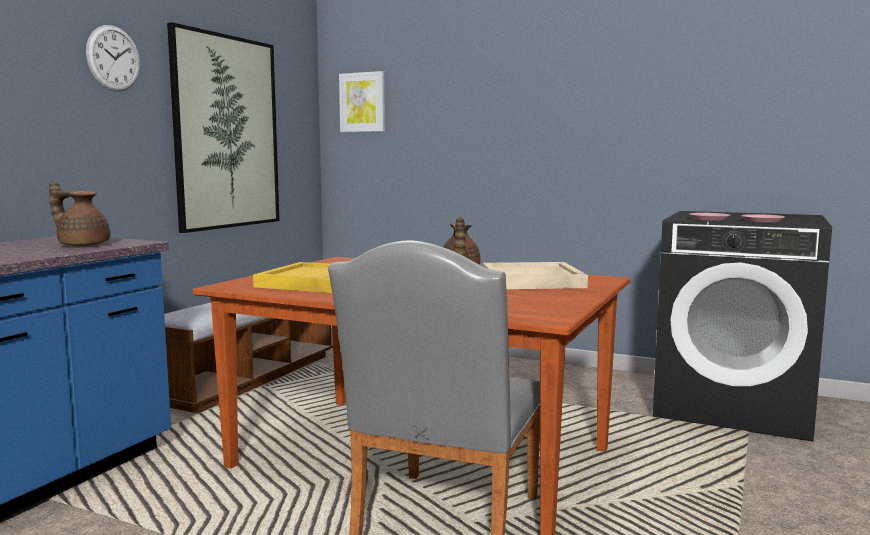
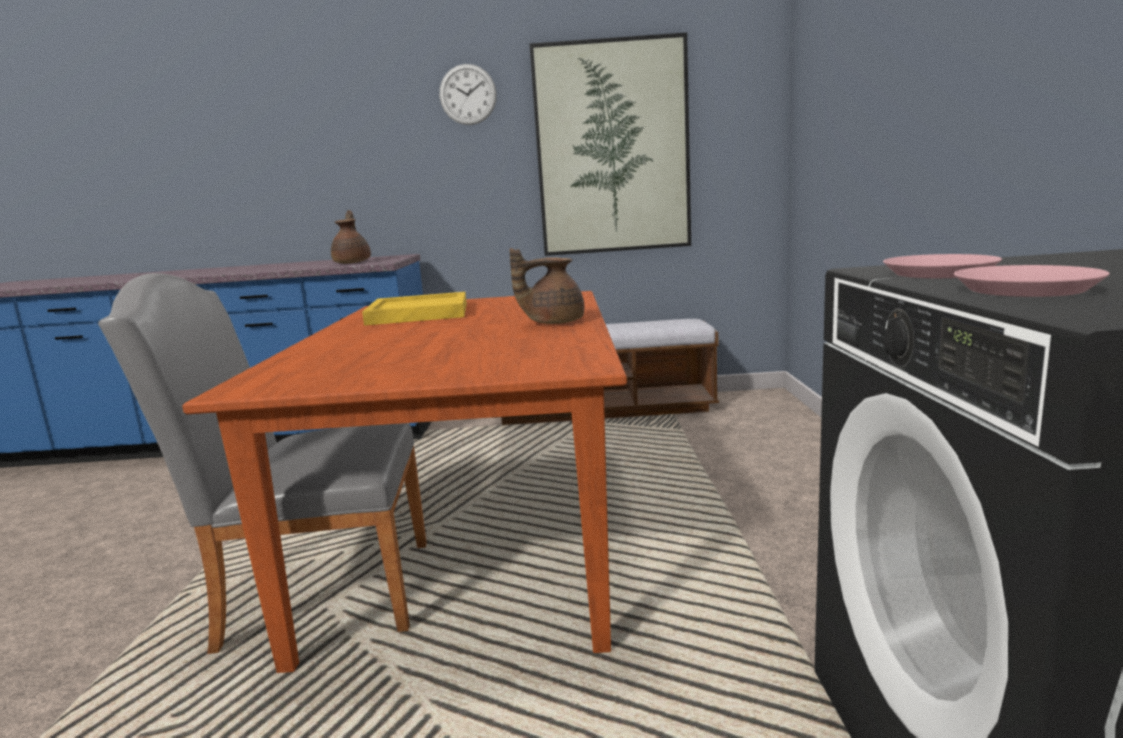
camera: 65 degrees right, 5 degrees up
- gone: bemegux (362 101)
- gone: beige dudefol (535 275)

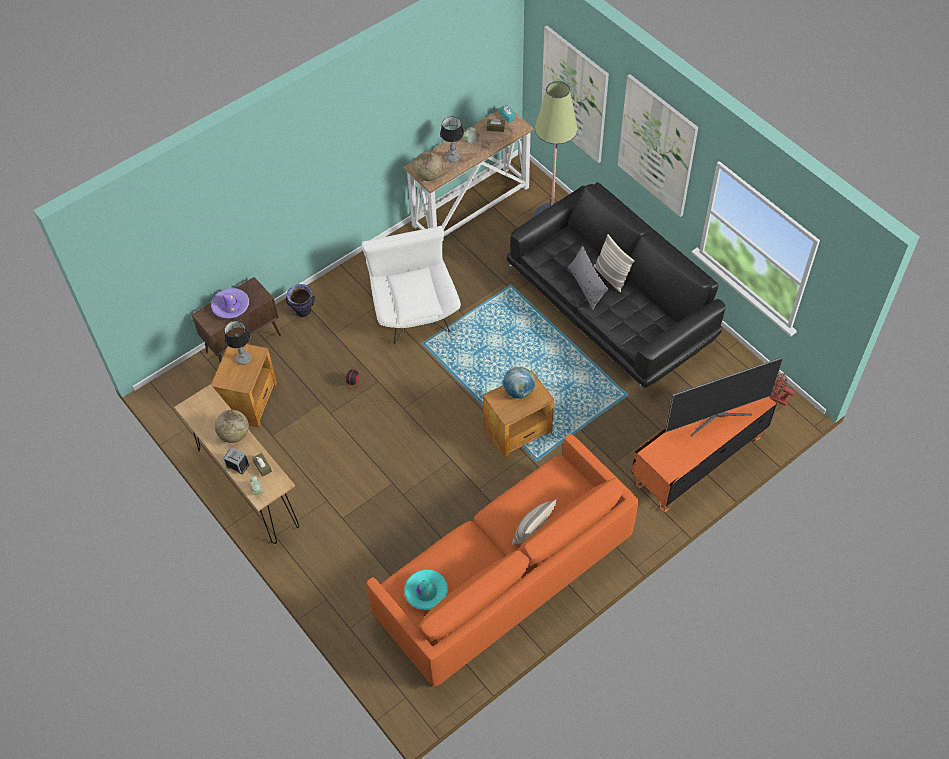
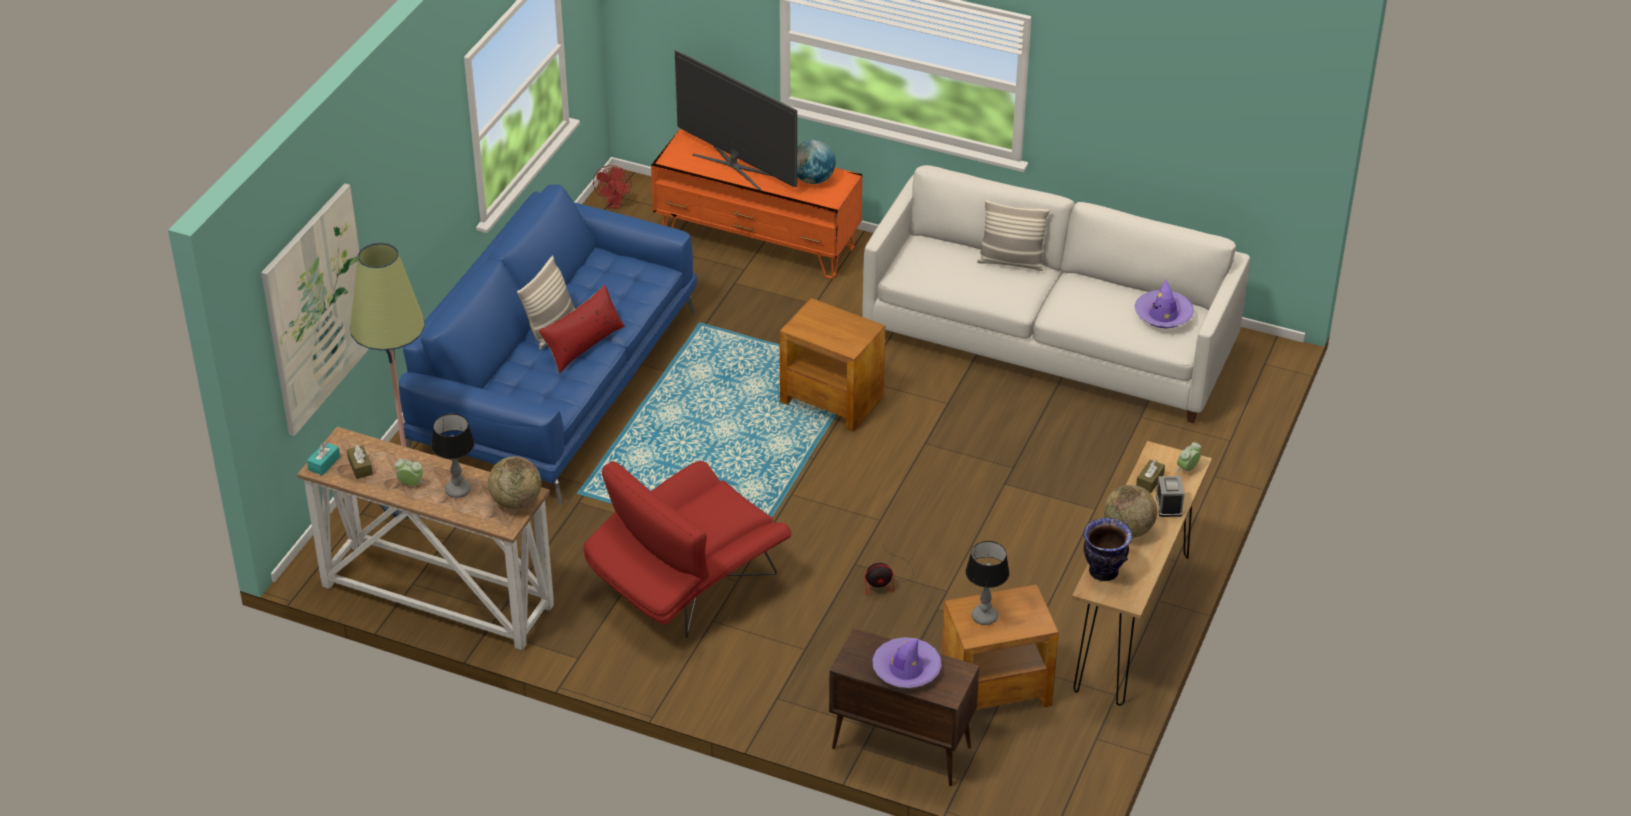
camera: 120 degrees left, 15 degrees down
- shifted: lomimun (300 300) to (1108 549)
- repainted: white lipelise (411 285) to red lipelise (687 549)
- repainted: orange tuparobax (502 560) to white tuparobax (1056 294)
- repainted: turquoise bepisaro (426 589) to purple bepisaro (1164 304)
- shifted: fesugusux (519 383) to (816 162)
- repainted: black tuparobax (616 289) to blue tuparobax (548 344)
- repainted: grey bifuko (588 278) to red bifuko (582 328)
- gone: bemegux (658 145)

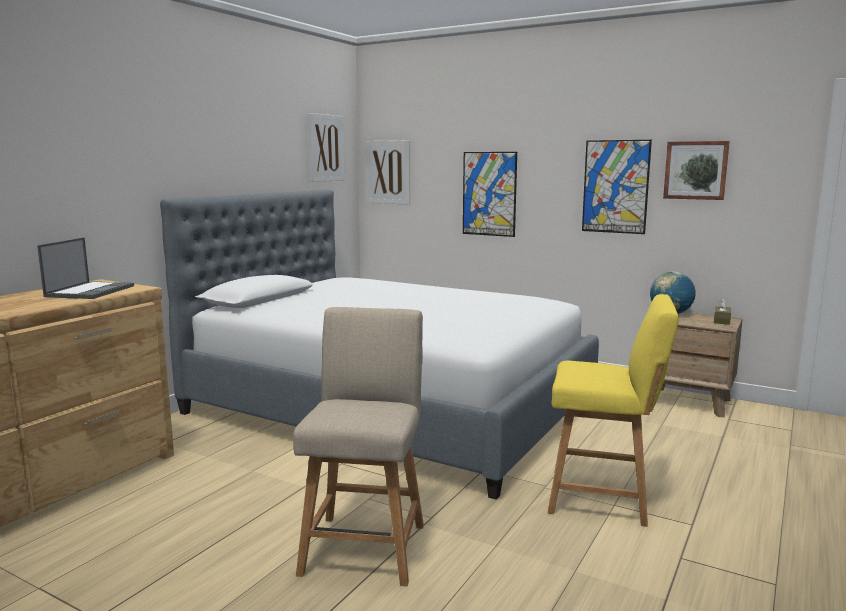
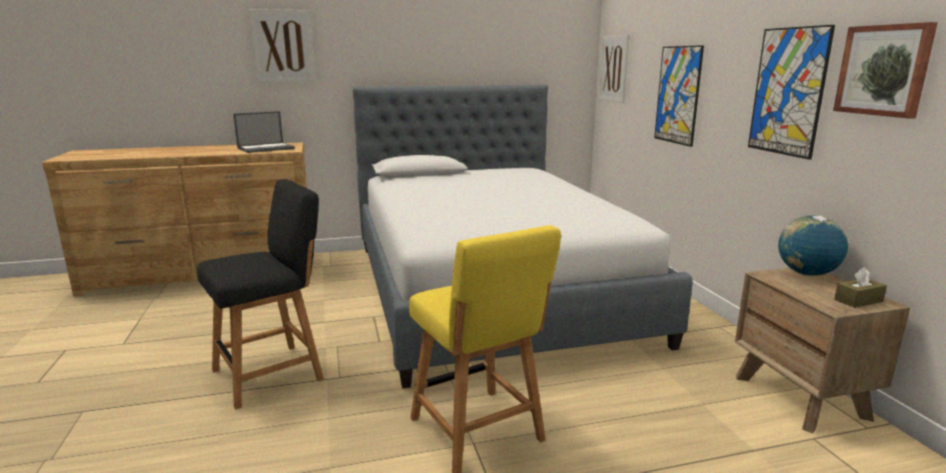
camera: 45 degrees right, 5 degrees up
- repainted: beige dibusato (358 446) to black dibusato (260 294)
- shifted: bemegux (326 147) to (282 45)

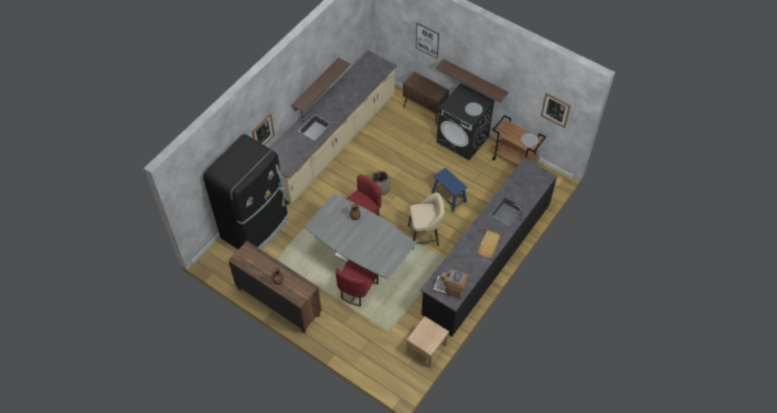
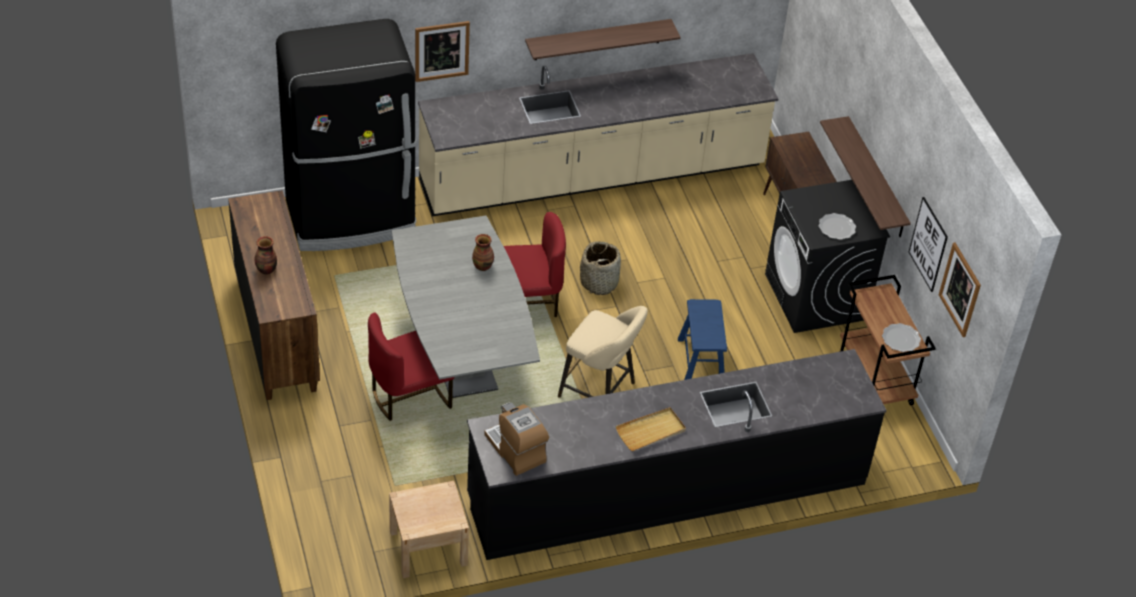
camera: 35 degrees right, 10 degrees down
- shifted: bemegux (427 40) to (928 244)

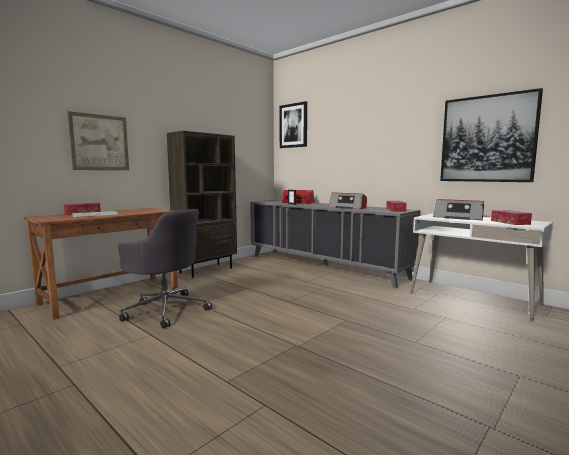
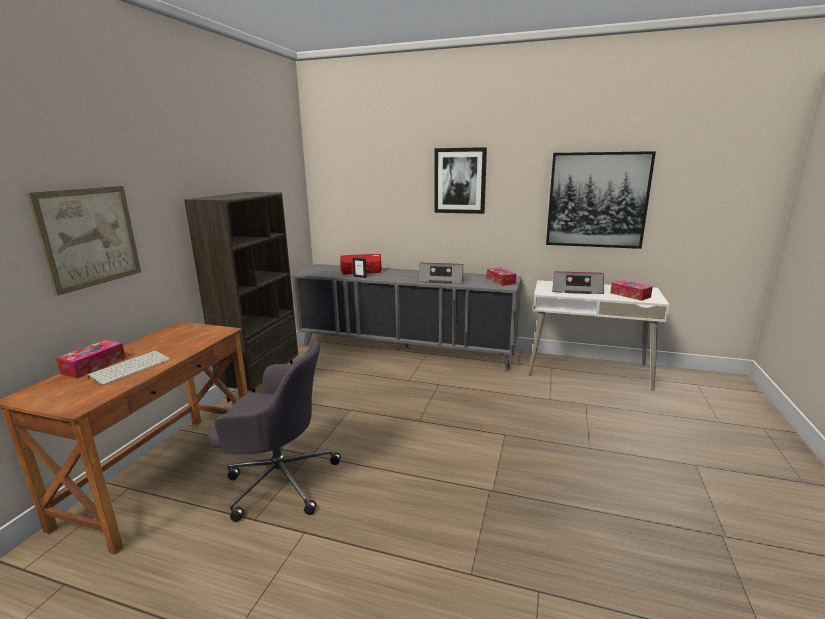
camera: 25 degrees left, 10 degrees up
- shifted: bemegux (293 124) to (460 180)

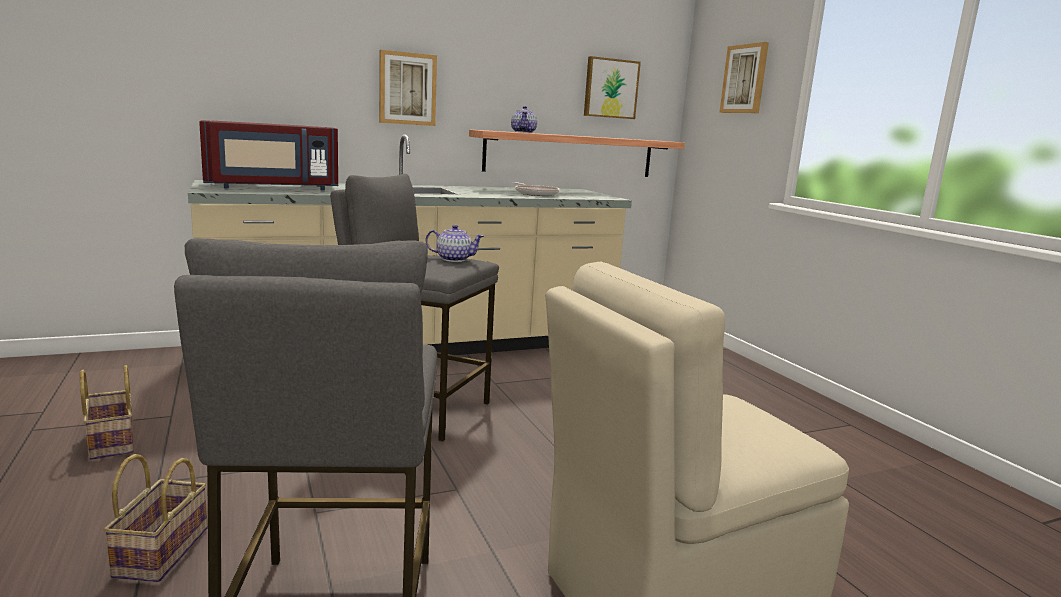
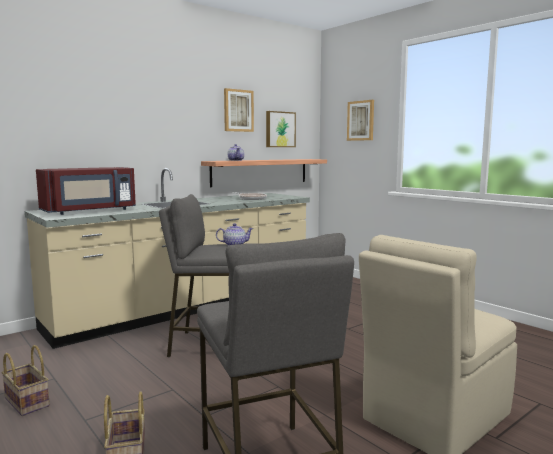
camera: 15 degrees left, 5 degrees down
- shifted: bemegux (408 88) to (239 110)

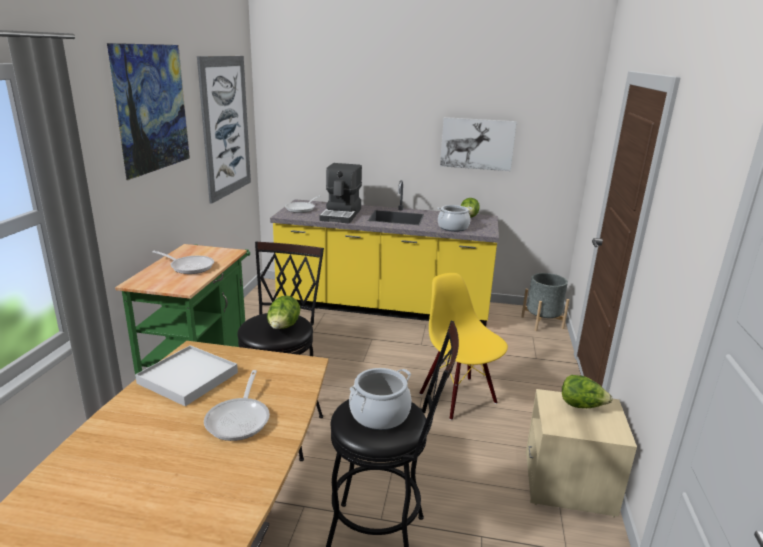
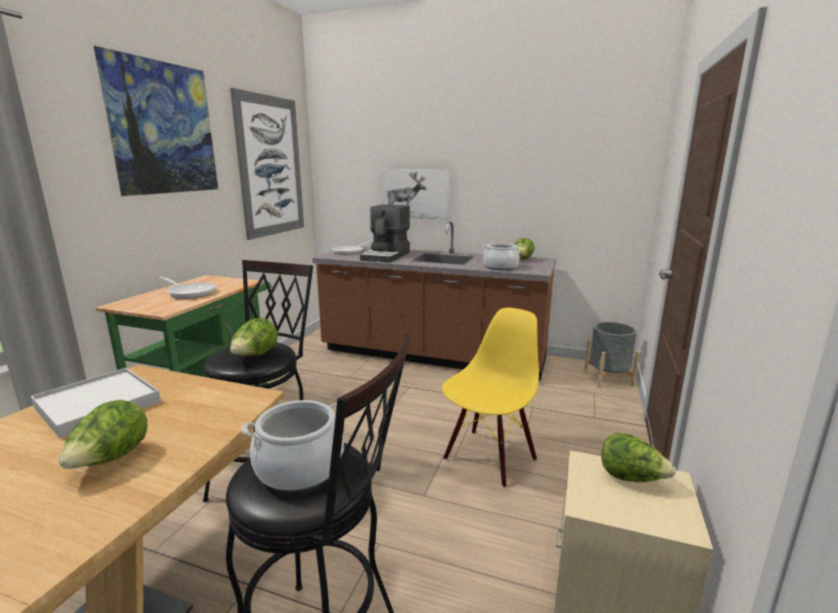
camera: 10 degrees right, 5 degrees down
- swapped: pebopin (237 405) to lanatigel (103 434)
- repainted: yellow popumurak (384 253) to brown popumurak (434 301)
- rotated: yellow dibusato (464 346) = (490 398) 60 degrees clockwise
- shifted: bemegux (478 144) to (416 194)

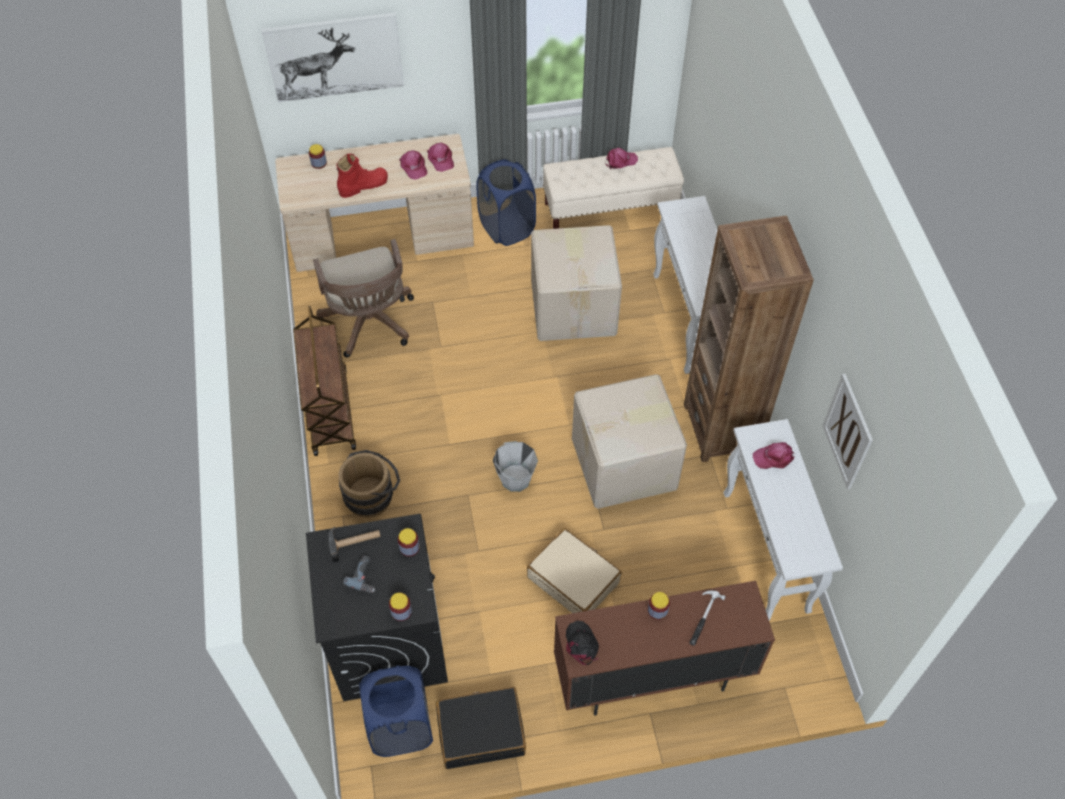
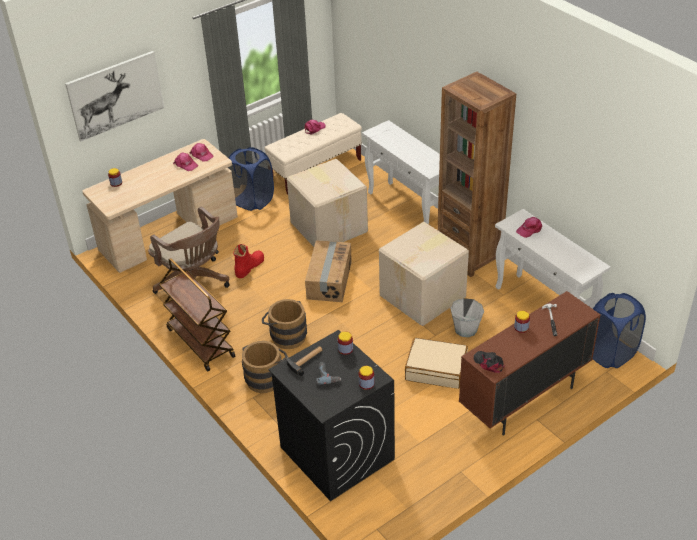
camera: 25 degrees left, 15 degrees down
- shifted: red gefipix (362 176) to (248 261)
- shifted: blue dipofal (396 711) to (619 330)
- gone: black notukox (481 728)
- shifted: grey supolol (515 466) to (467 317)
- gone: bemegux (847 432)
- new: brown supolol (284 324)
- new: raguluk (328 271)

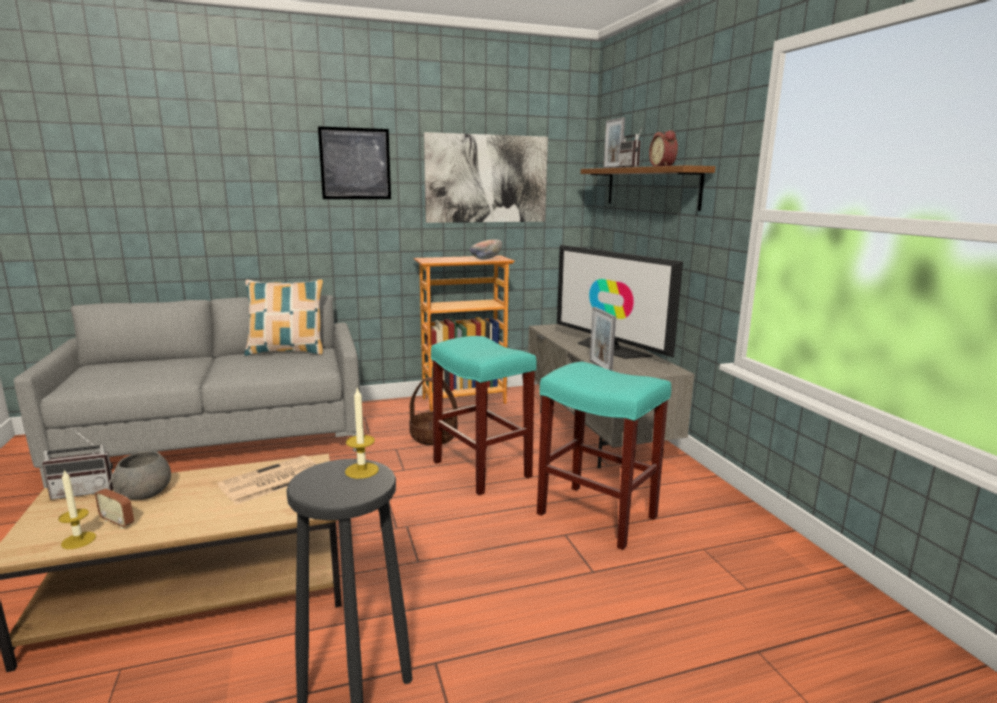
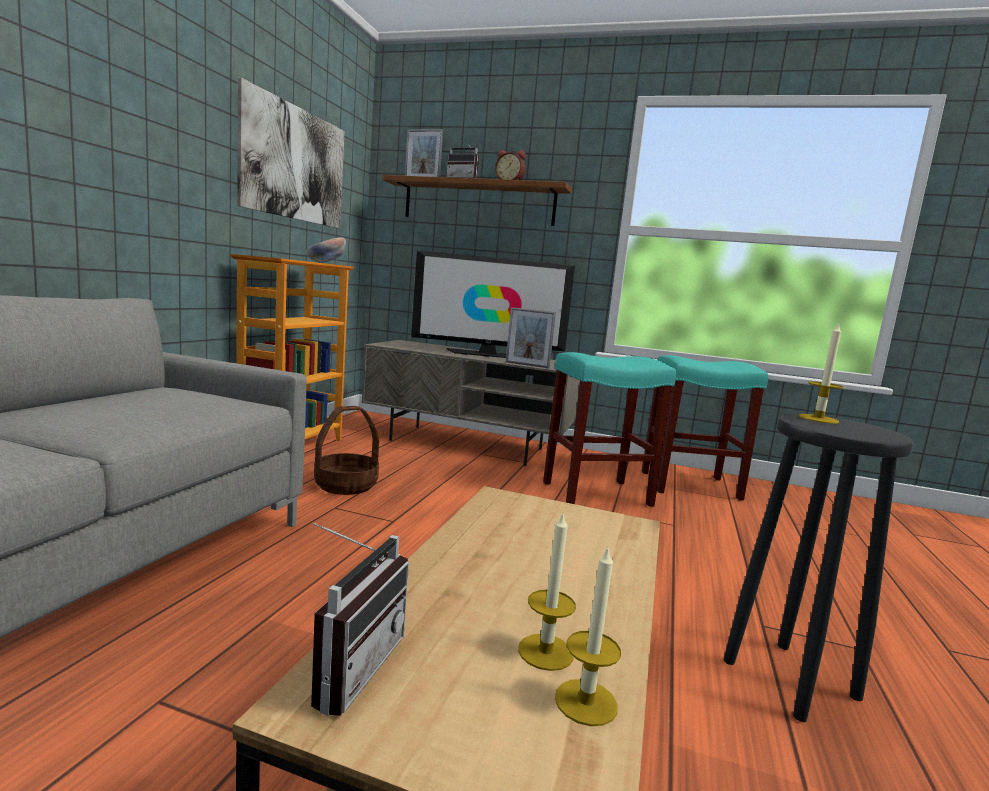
camera: 55 degrees left, 5 degrees down
- swapped: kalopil (114 500) to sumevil (547 591)
- gone: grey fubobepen (141 475)
- gone: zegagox (267 480)
- gone: bifuko (283 318)
- gone: bemegux (354 162)
- shifted: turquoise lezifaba (484 415) to (705 427)

